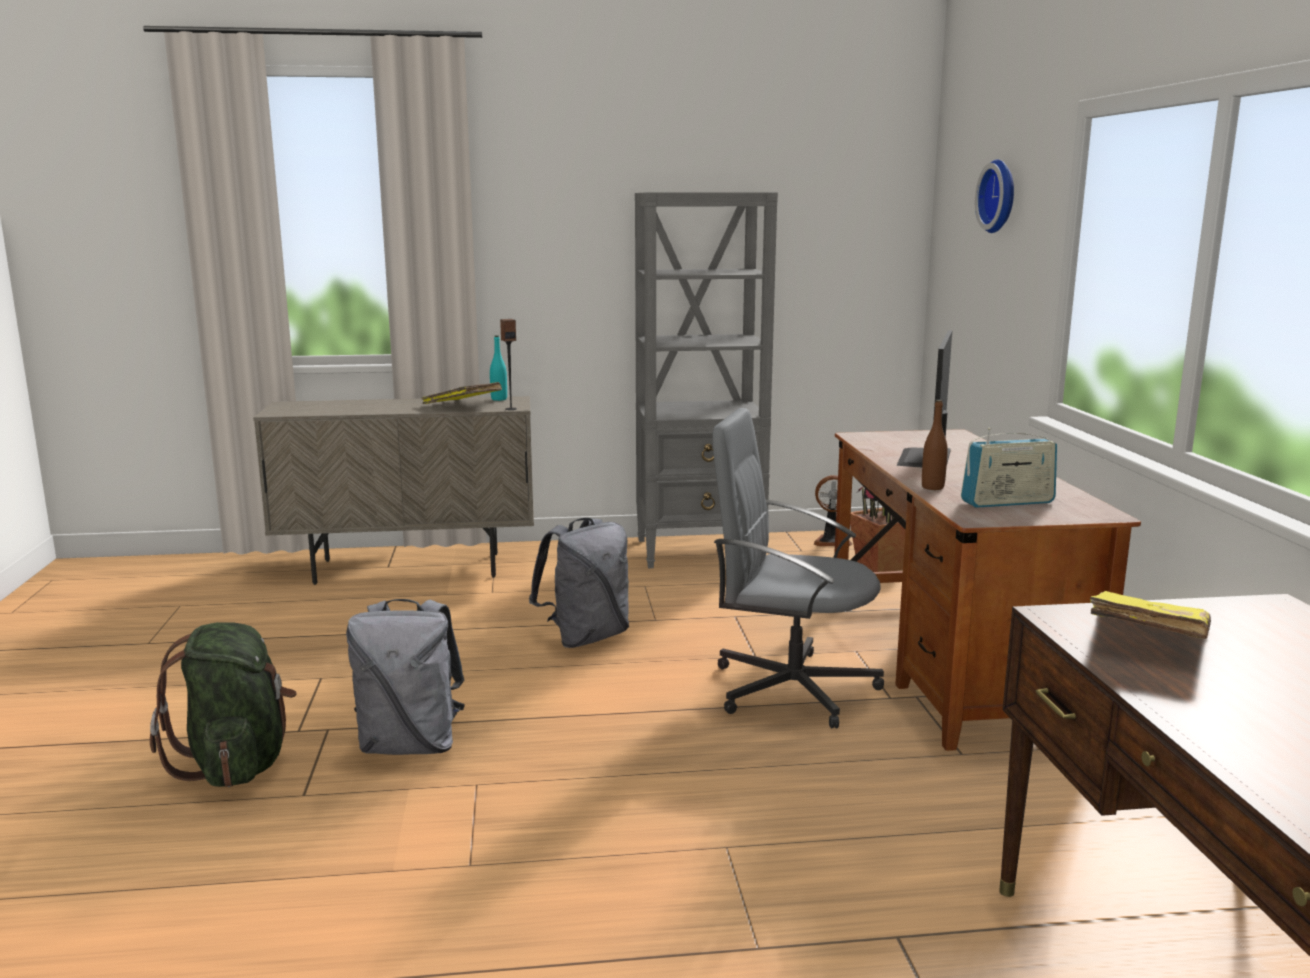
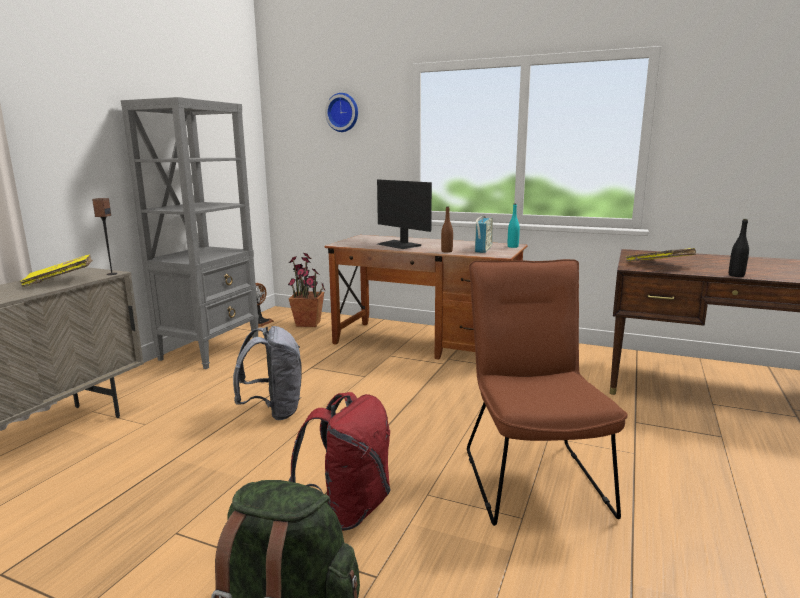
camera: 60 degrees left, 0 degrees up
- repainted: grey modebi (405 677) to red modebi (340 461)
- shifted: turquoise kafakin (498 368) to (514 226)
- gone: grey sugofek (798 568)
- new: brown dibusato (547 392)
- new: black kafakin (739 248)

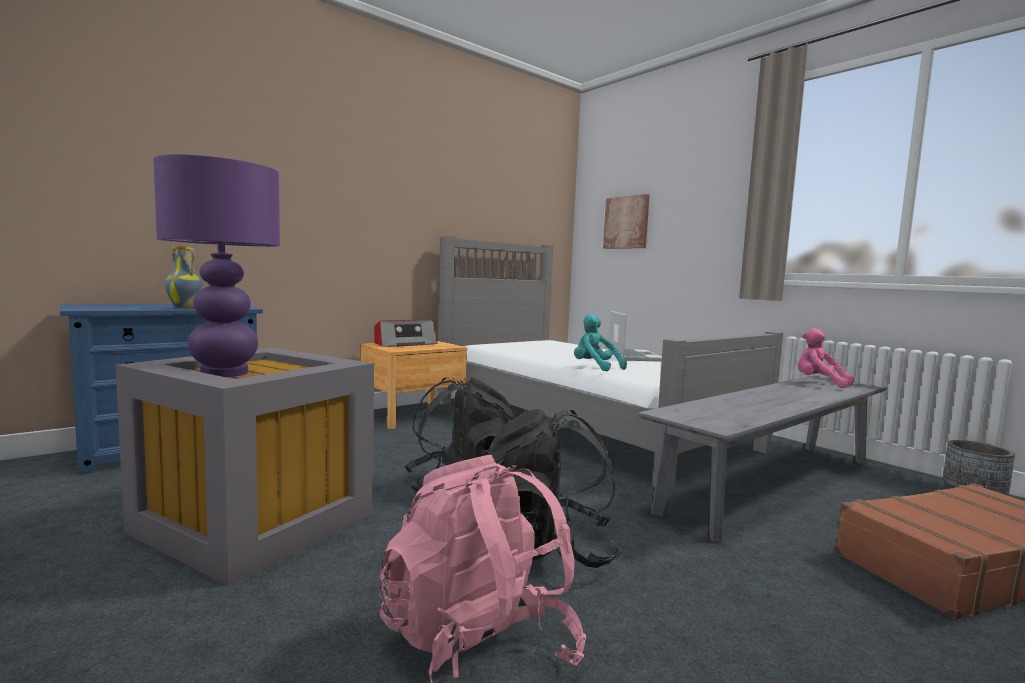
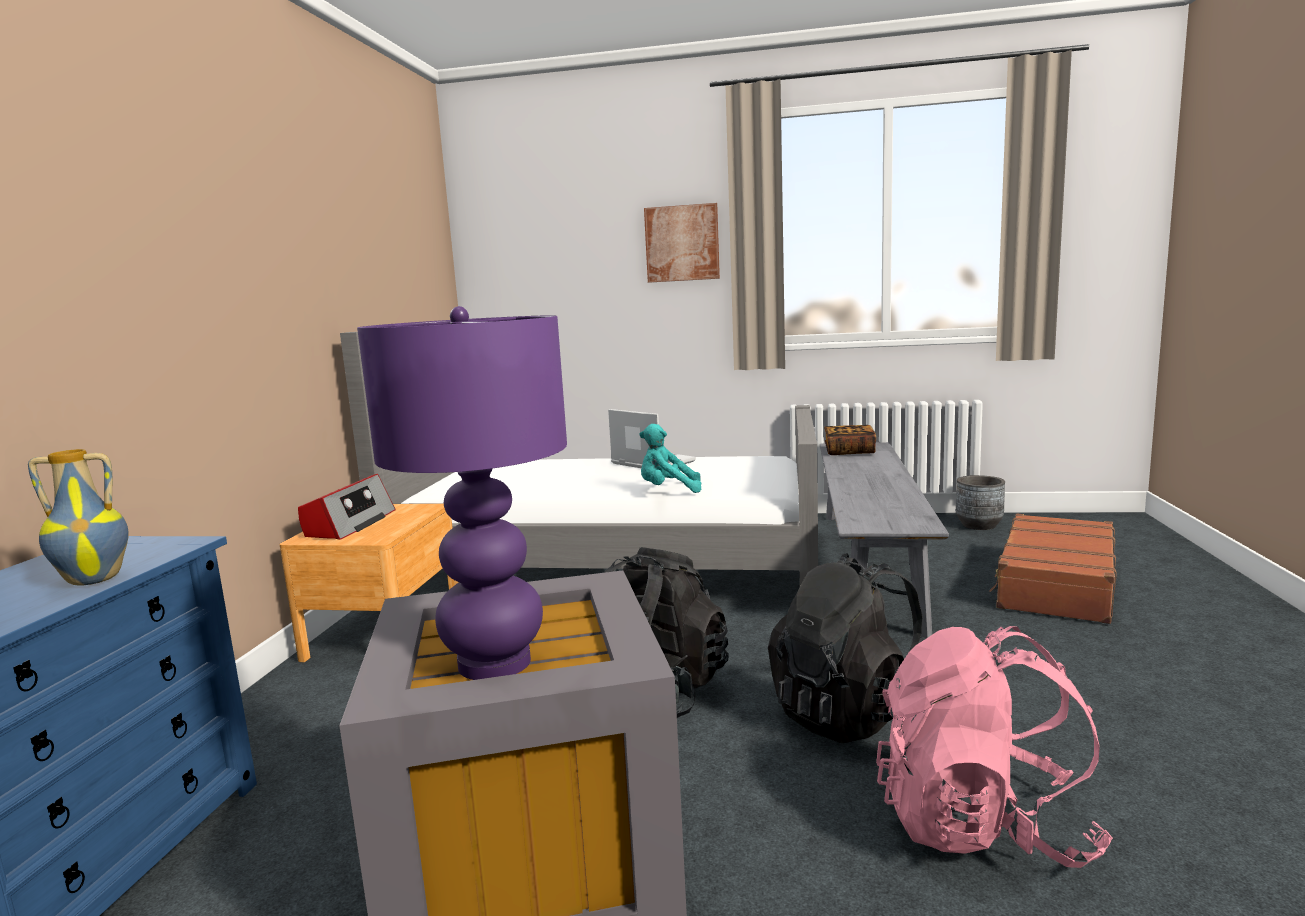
camera: 40 degrees left, 5 degrees up
- shifted: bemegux (626 221) to (682 243)
- swapped: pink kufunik (826 358) to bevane (850 440)

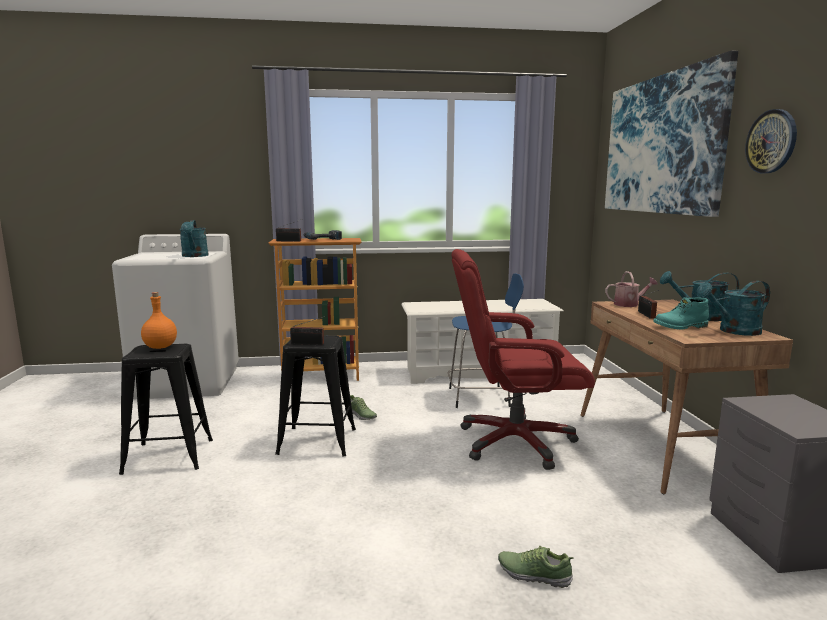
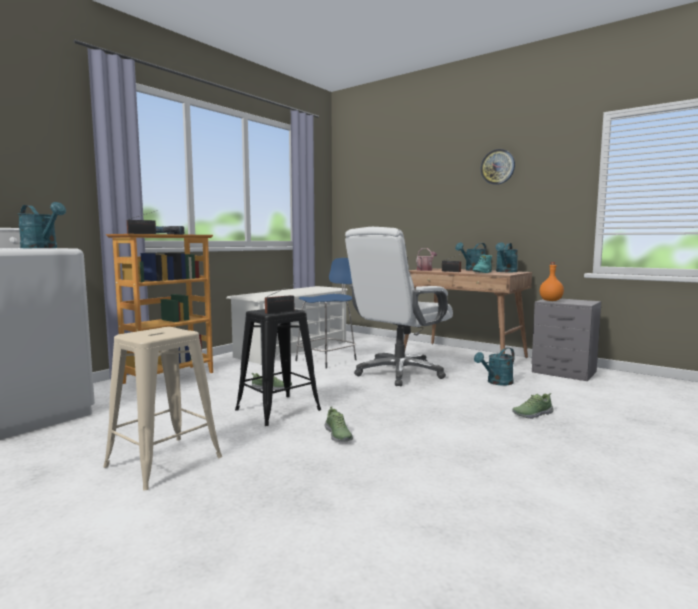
camera: 45 degrees left, 5 degrees down
- repainted: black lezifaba (166 409) to beige lezifaba (162 409)
- shifted: orange kafakin (159 320) to (551 281)
- repainted: red sugofek (523 359) to white sugofek (399 306)
- gone: bemegux (671 133)
- new: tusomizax (339 424)
- new: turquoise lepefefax (494 366)

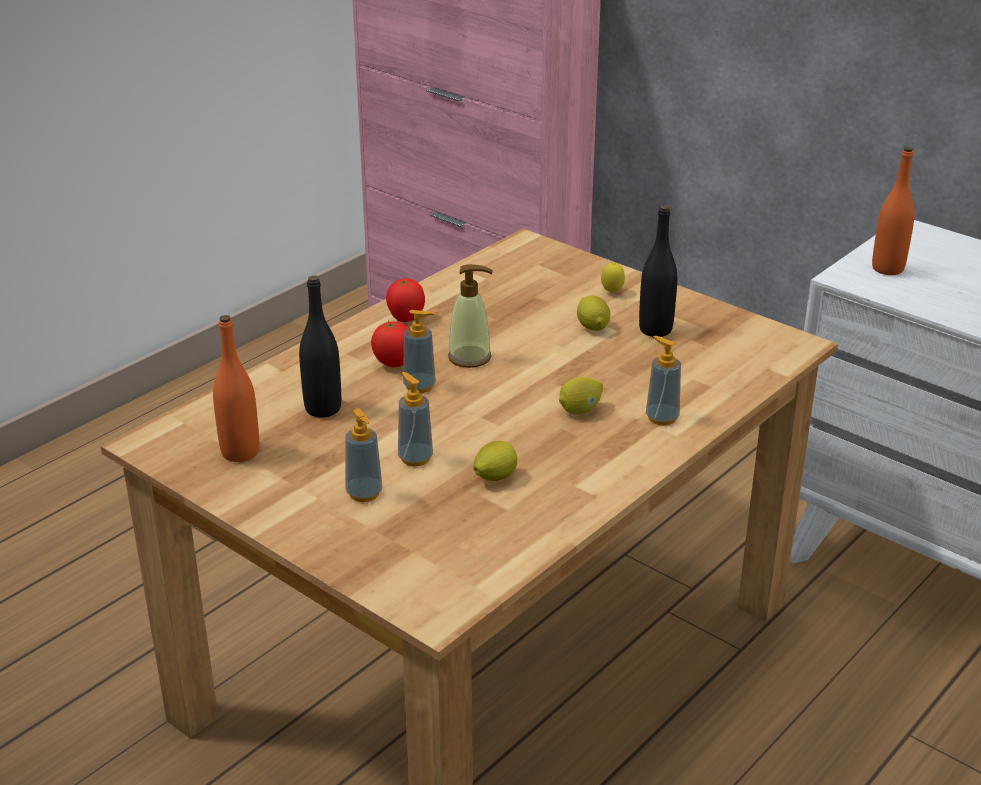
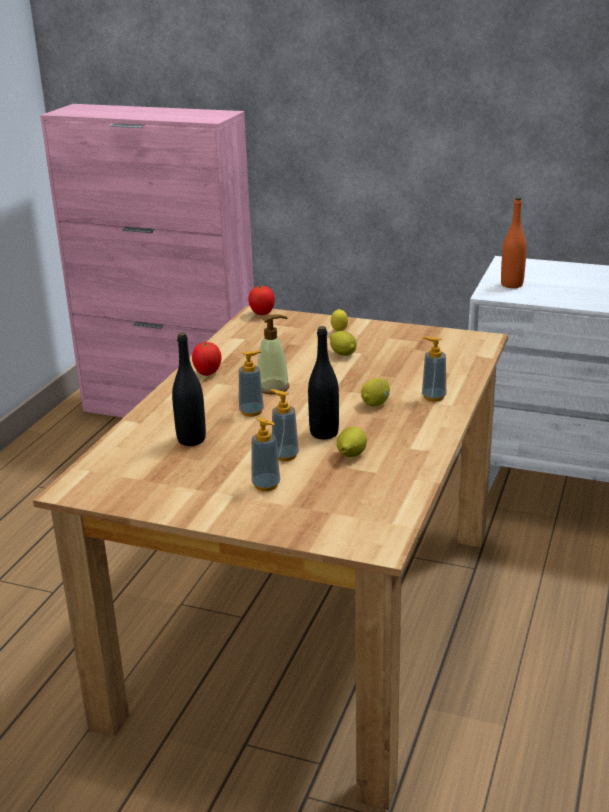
camera: 20 degrees left, 5 degrees down
- gone: orange kafakin (236 388)
- shifted: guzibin (389 344) to (261 300)
- shifted: black kafakin (658 271) to (323 382)

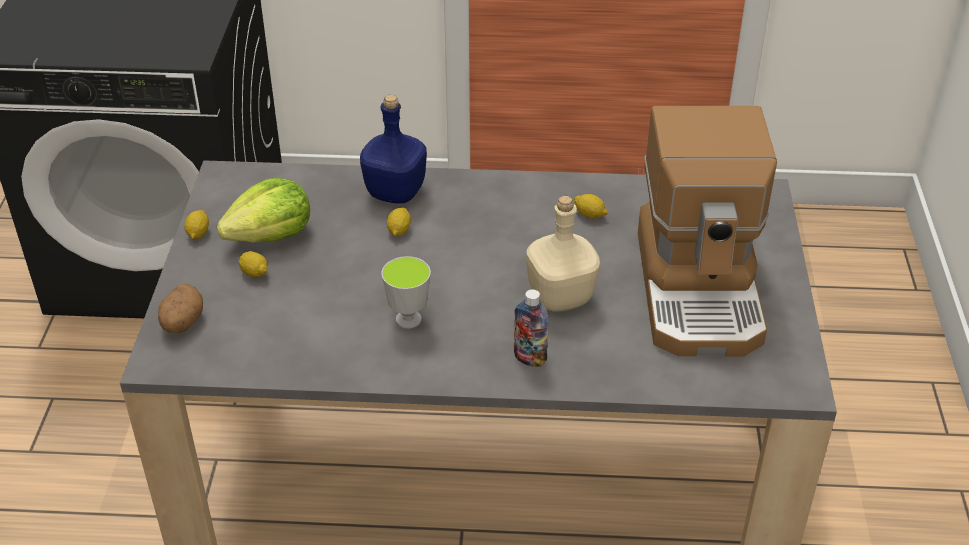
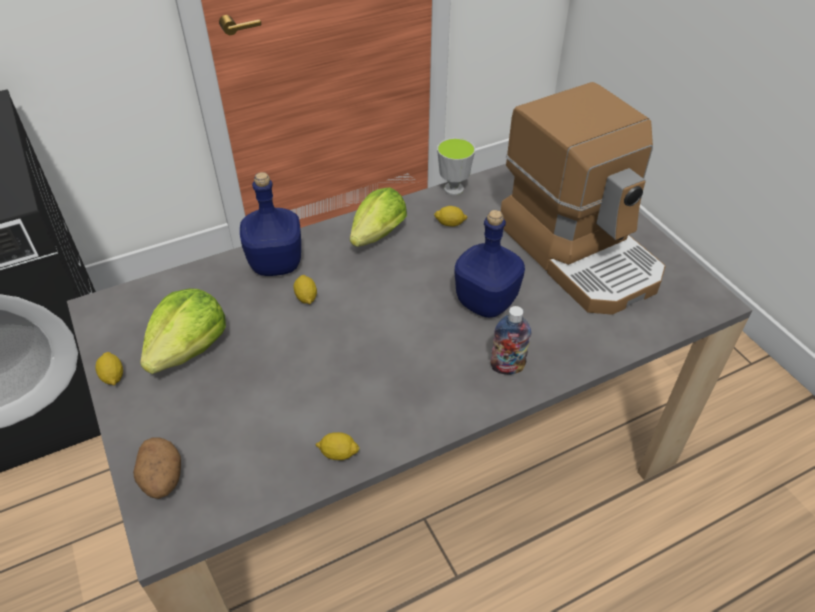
camera: 30 degrees left, 5 degrees up
- shifted: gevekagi (253 264) to (337 446)
- shifted: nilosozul (406 292) to (456 166)
- repainted: beige kafakin (563 254) to blue kafakin (490 264)
- new: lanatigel (378 217)

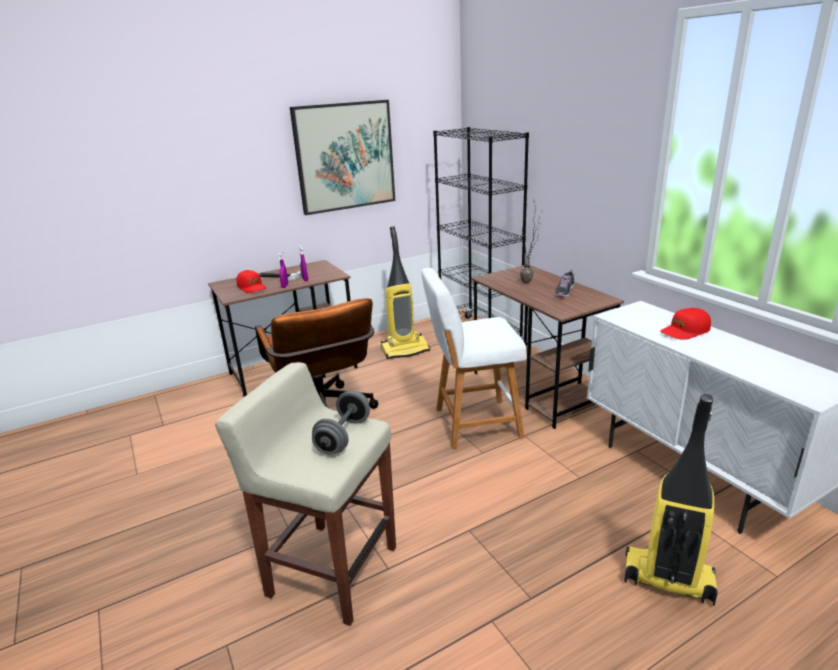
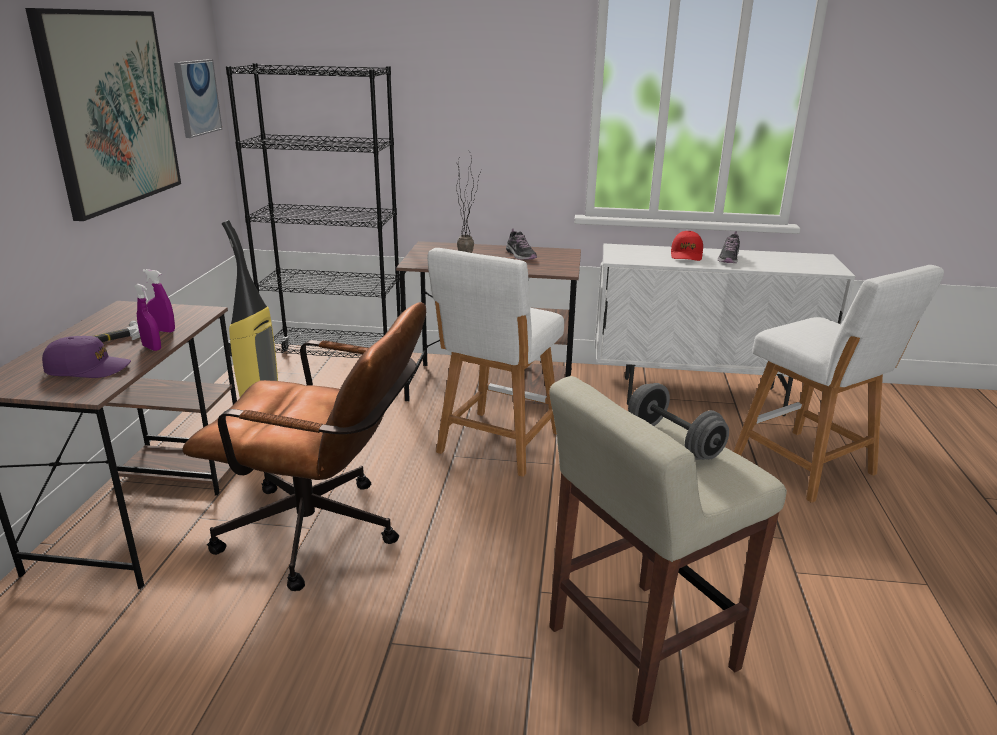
camera: 55 degrees left, 0 degrees up
- repainted: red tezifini (251 281) to purple tezifini (86 357)
- swapped: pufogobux (671 500) to white lezifaba (838 384)
- new: bemegux (198 98)
- new: tusomizax (729 247)

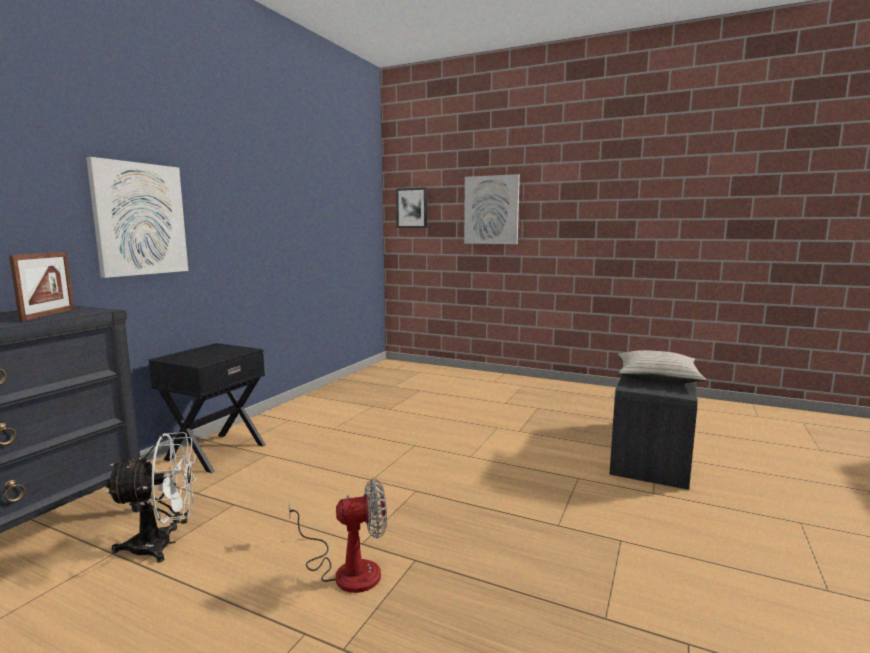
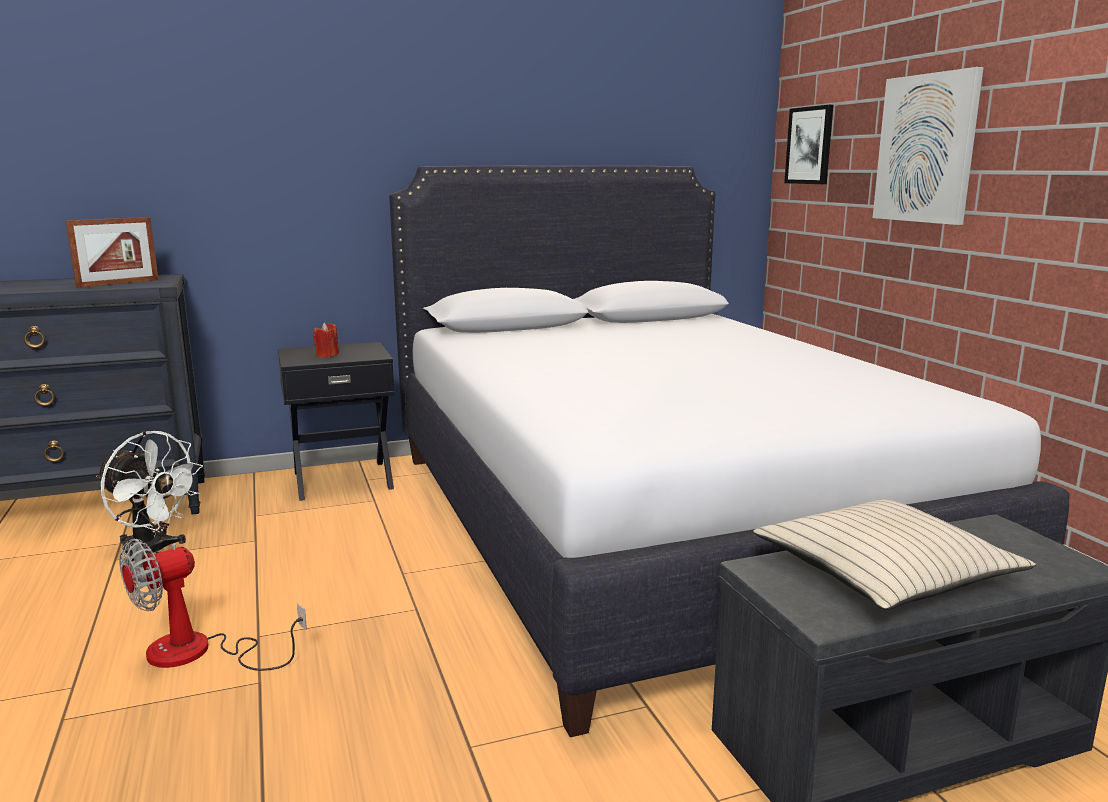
camera: 45 degrees right, 5 degrees up
- gone: bemegux (137 217)
- rotated: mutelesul (338 535) = (213 604) 105 degrees clockwise
- new: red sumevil (326 340)
- new: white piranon (729 451)

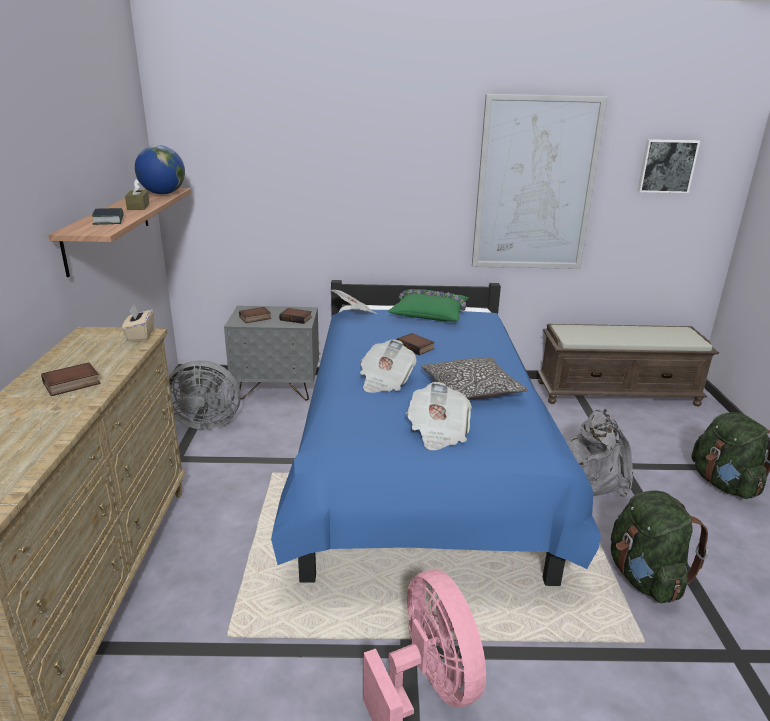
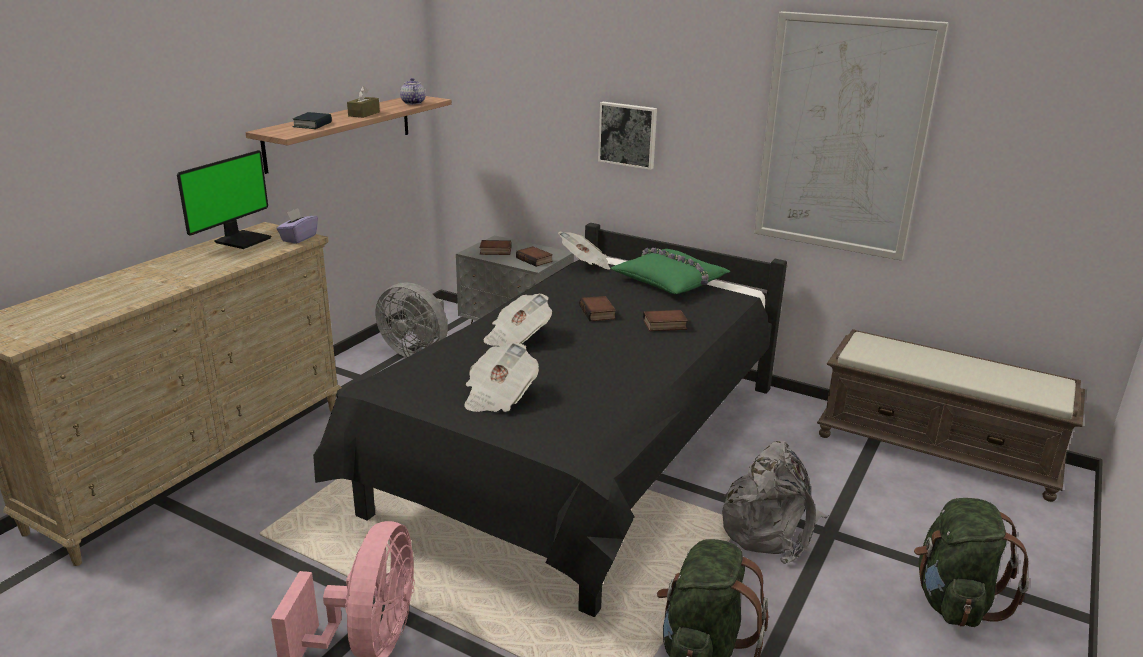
camera: 30 degrees right, 0 degrees up
- shifted: bevane (70 379) to (665 320)
- repainted: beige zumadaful (138 323) to purple zumadaful (297 226)
- swapped: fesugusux (160 169) to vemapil (412 91)
- repainted: blue piranon (436 433) to black piranon (550 420)
- gone: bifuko (474 378)
- shifted: bemegux (668 166) to (627 136)
- new: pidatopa (224 199)

